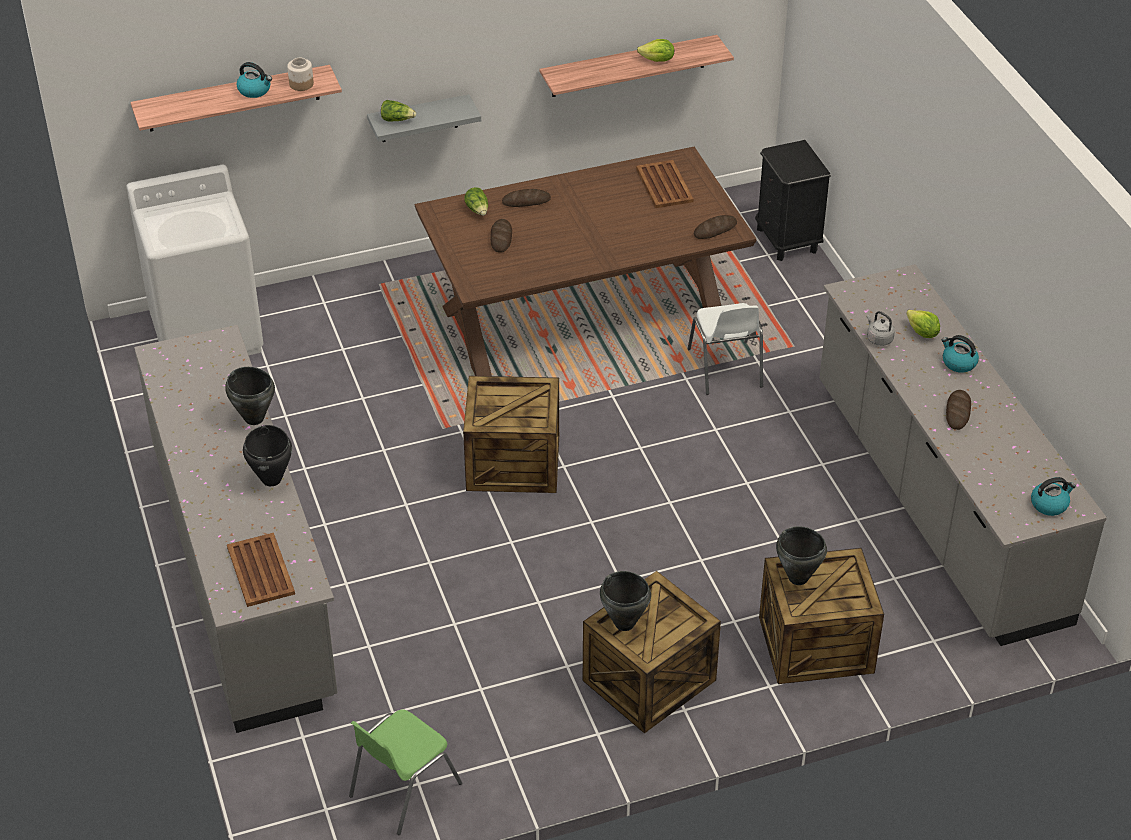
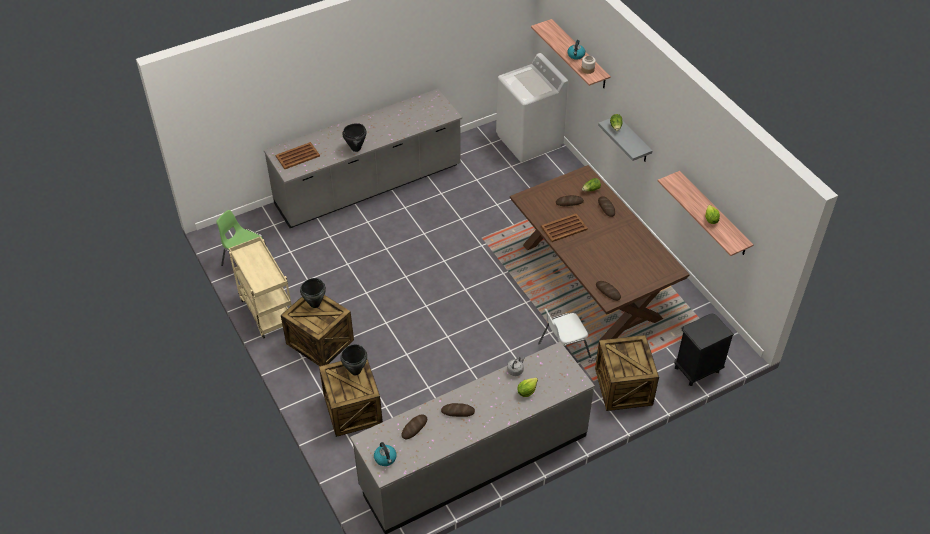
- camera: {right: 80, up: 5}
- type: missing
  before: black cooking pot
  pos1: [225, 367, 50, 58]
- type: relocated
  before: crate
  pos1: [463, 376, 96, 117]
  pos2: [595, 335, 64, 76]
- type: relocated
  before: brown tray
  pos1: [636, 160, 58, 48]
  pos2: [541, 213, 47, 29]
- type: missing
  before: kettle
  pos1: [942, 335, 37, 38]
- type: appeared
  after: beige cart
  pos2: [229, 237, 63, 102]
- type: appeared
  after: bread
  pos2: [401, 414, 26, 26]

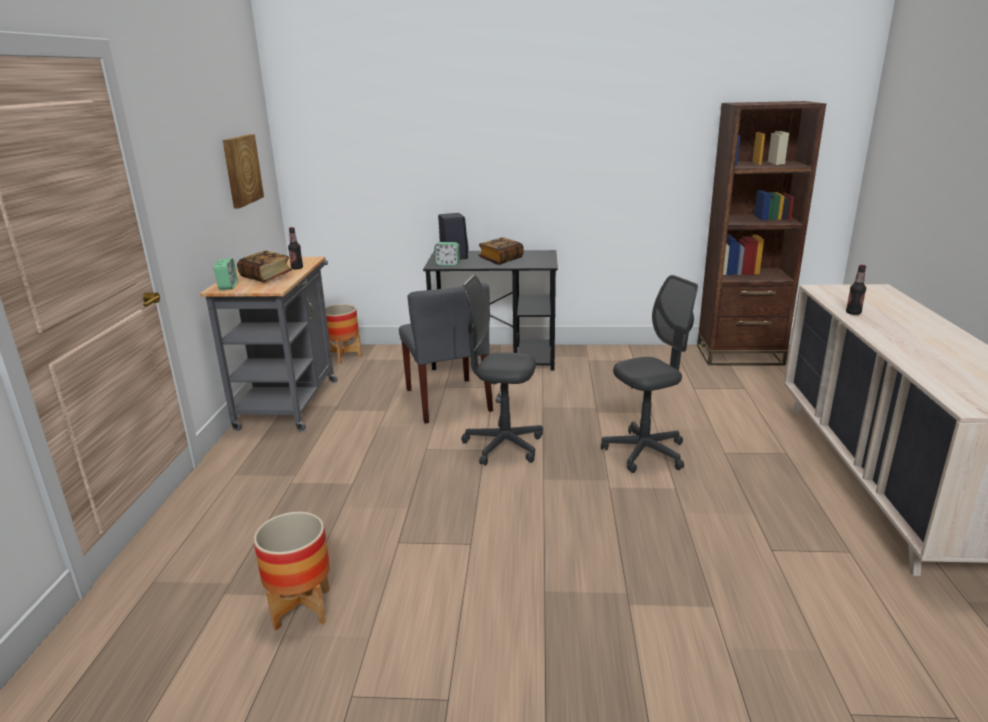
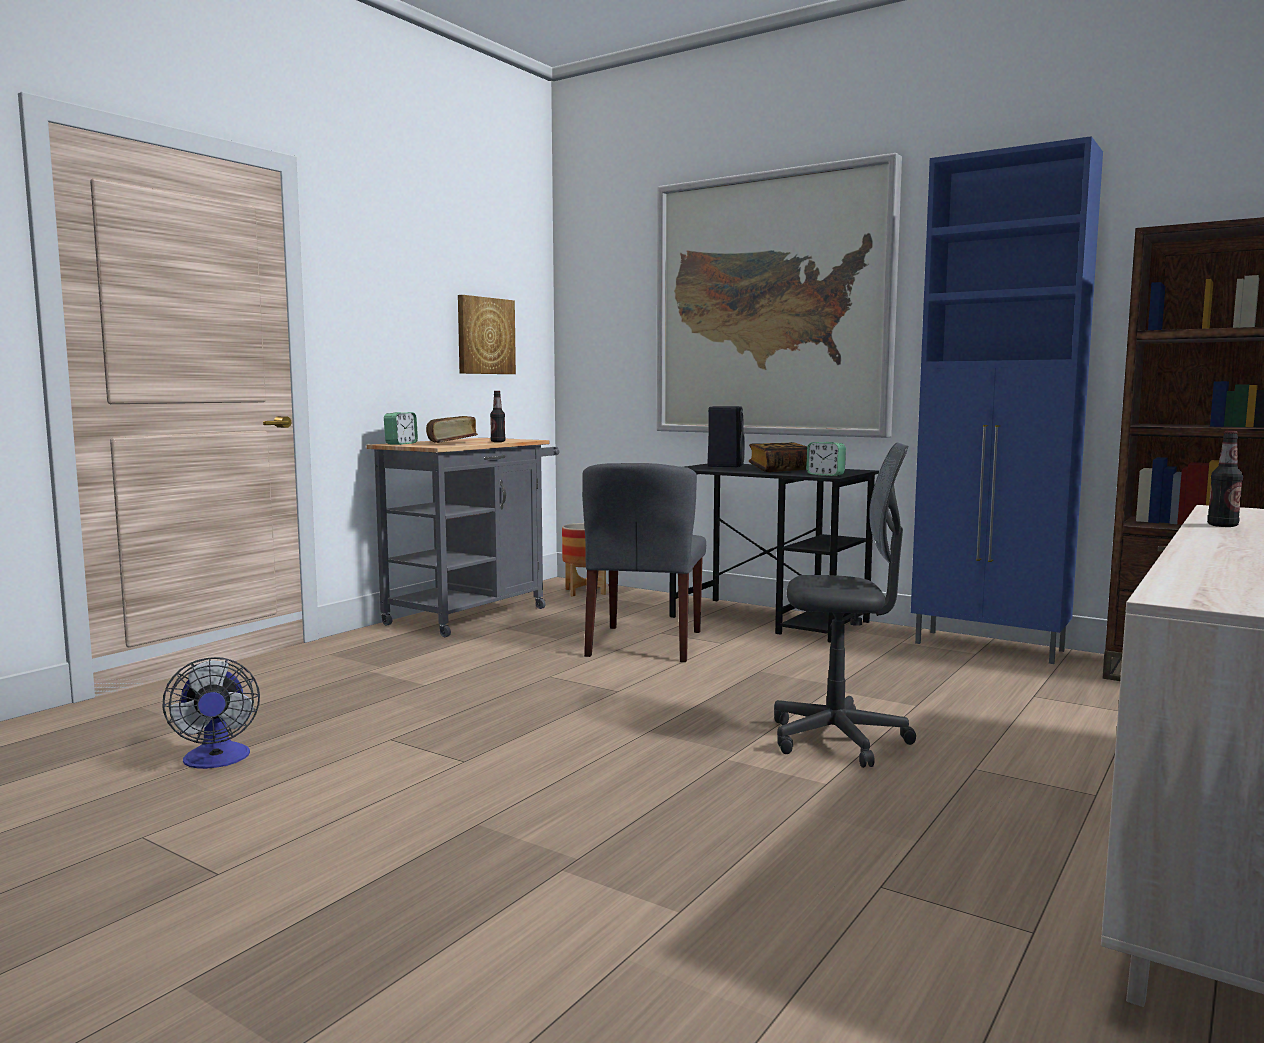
- camera: {right: 30, up: -15}
- type: exchanged
  before: planter
  after: fan
  pos1: [254, 512, 76, 118]
  pos2: [162, 657, 98, 112]
- type: relocated
  before: alarm clock
  pos1: [434, 242, 26, 24]
  pos2: [806, 442, 40, 34]
- type: missing
  before: grey office chair
  pos1: [461, 275, 82, 191]
- type: appeared
  after: picture
  pos2: [657, 153, 245, 285]
- type: appeared
  after: blue cabinet
  pos2: [911, 136, 192, 528]

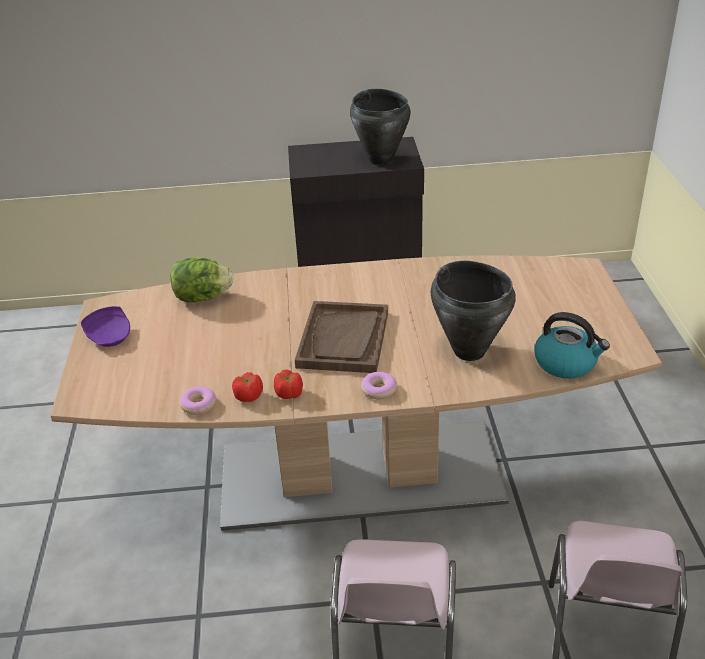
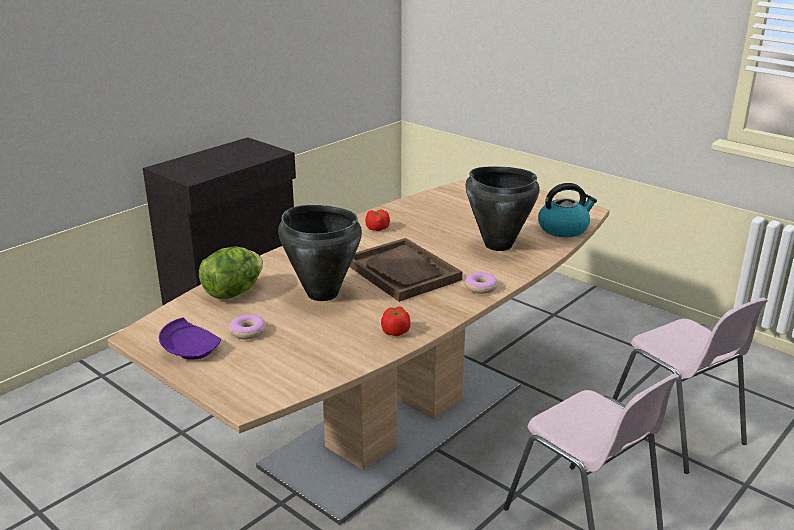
- camera: {right: -45, up: -10}
- type: relocated
  before: donut
  pos1: [180, 386, 37, 29]
  pos2: [229, 315, 37, 24]
- type: relocated
  before: tomato
  pos1: [274, 370, 29, 29]
  pos2: [366, 209, 24, 22]
- type: relocated
  before: black cooking pot
  pos1: [350, 89, 61, 77]
  pos2: [278, 205, 84, 96]

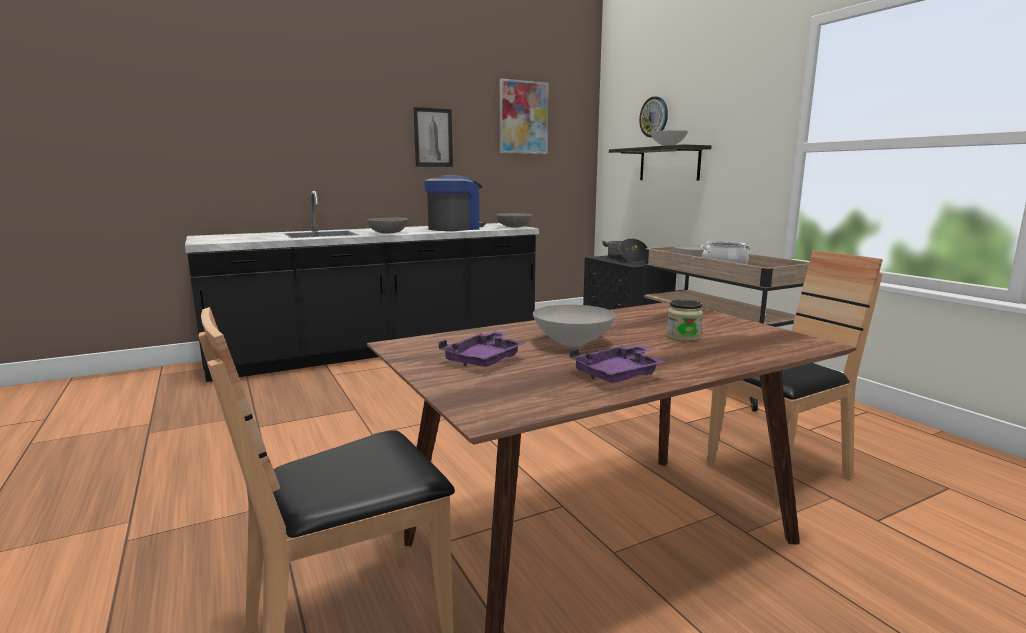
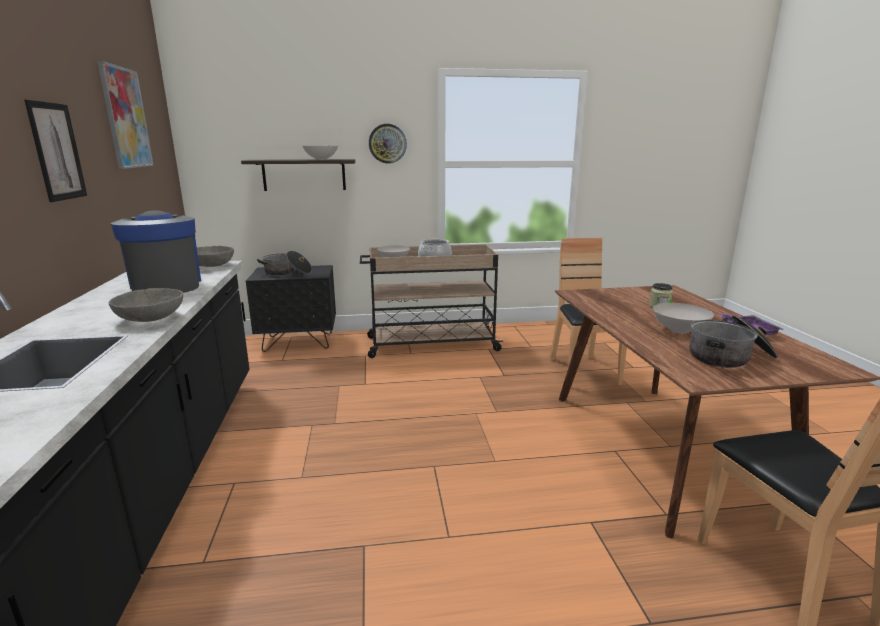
- camera: {right: -70, up: 5}
- type: exchanged
  before: purple tray
  after: cooking pot
  pos1: [438, 331, 88, 36]
  pos2: [689, 315, 89, 53]
- type: relocated
  before: wall clock
  pos1: [639, 96, 29, 41]
  pos2: [369, 124, 38, 39]

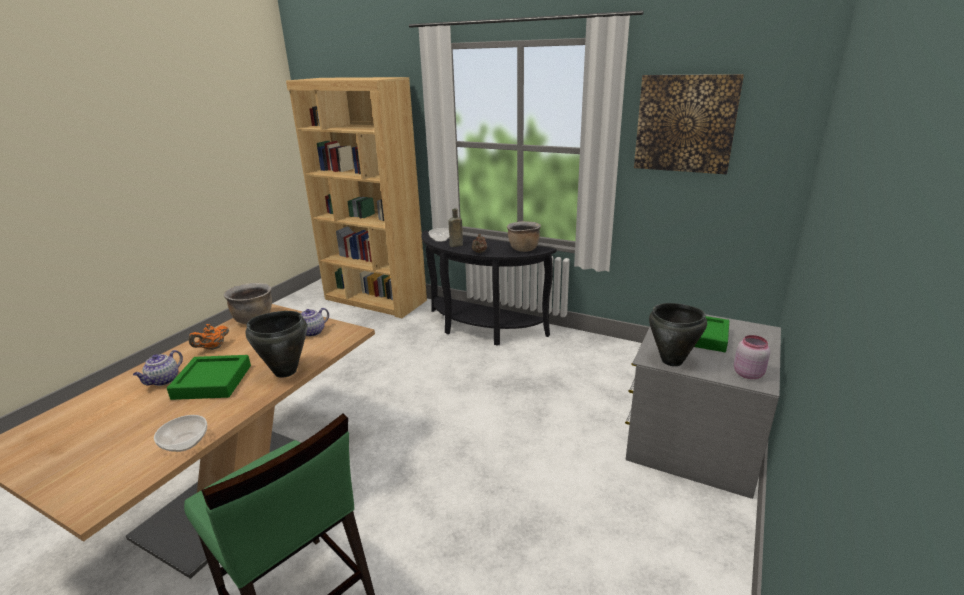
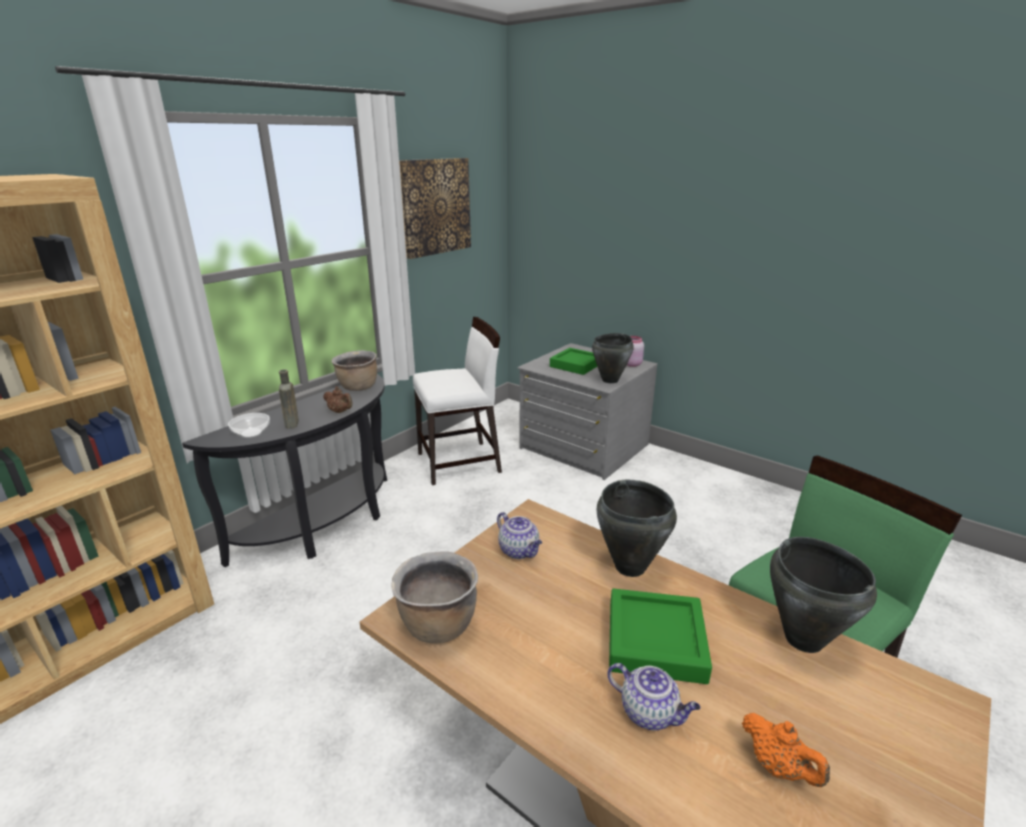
- camera: {right: -80, up: 0}
- type: exchanged
  before: bowl
  after: black cooking pot
  pos1: [154, 415, 53, 37]
  pos2: [770, 537, 107, 116]
- type: relocated
  before: orange teapot
  pos1: [189, 324, 40, 26]
  pos2: [742, 713, 88, 74]
- type: appeared
  after: white chair
  pos2: [413, 317, 89, 168]

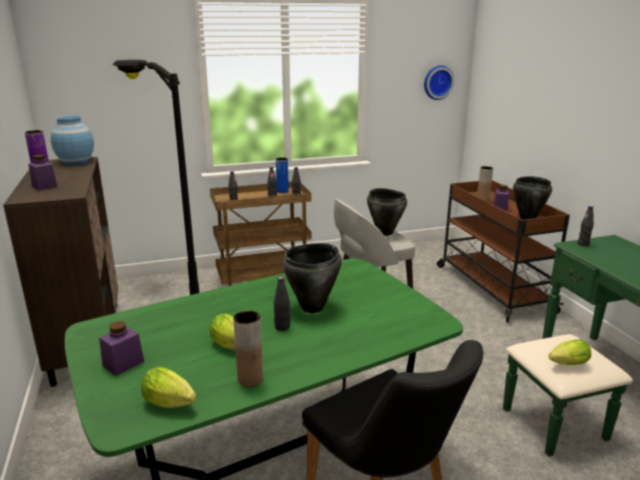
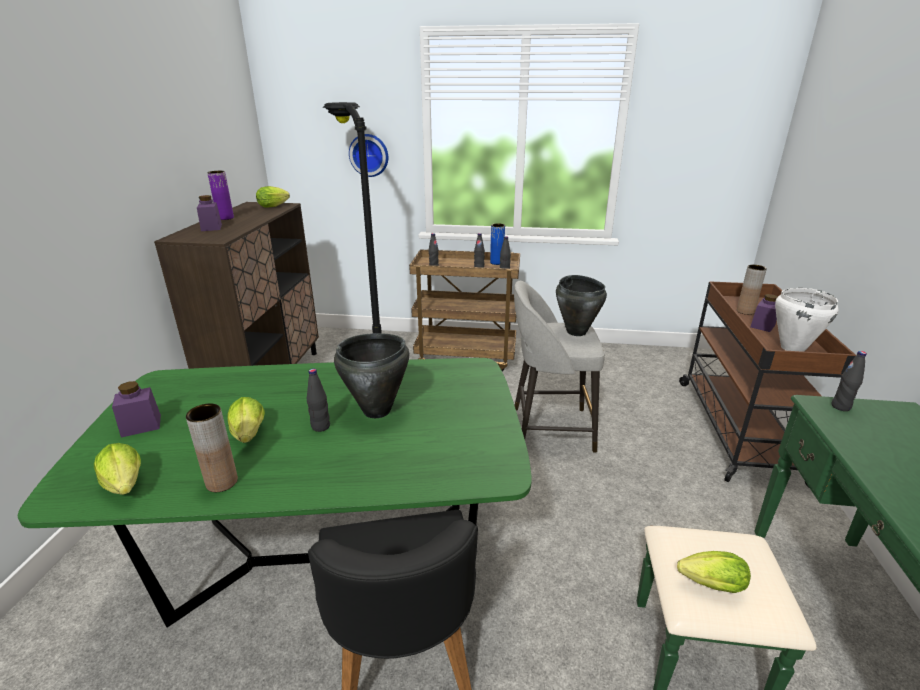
- camera: {right: 25, up: 5}
- type: exchanged
  before: blue vase
  after: lettuce
  pos1: [51, 115, 43, 50]
  pos2: [256, 186, 34, 22]
- type: relocated
  before: wall clock
  pos1: [424, 65, 30, 35]
  pos2: [349, 134, 39, 43]
- type: colour
  before: black cooking pot
  after: white cooking pot
  pos1: [513, 176, 39, 44]
  pos2: [775, 288, 64, 64]

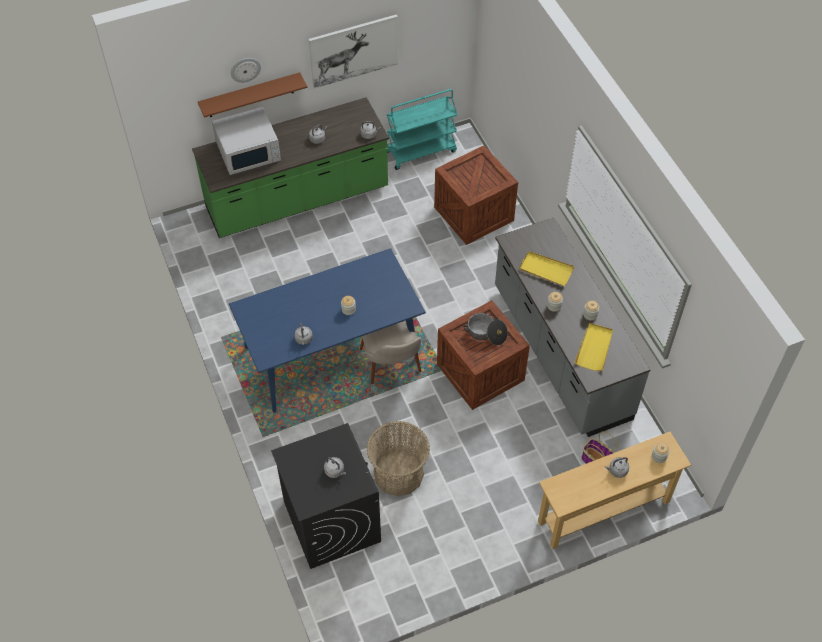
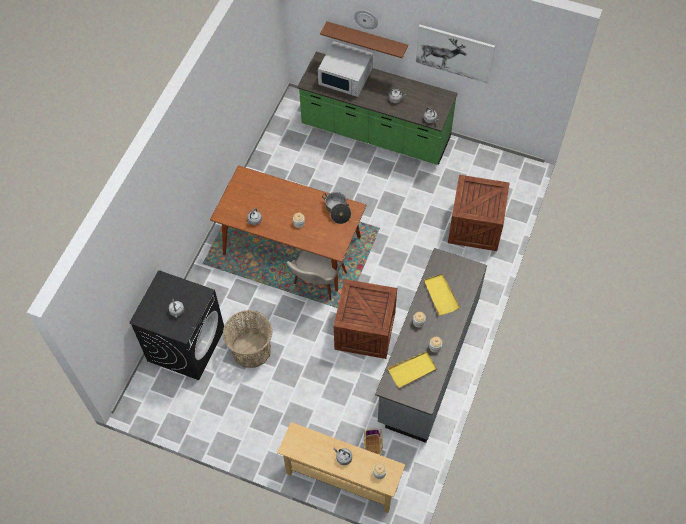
- camera: {right: 45, up: 5}
- type: colour
  before: blue dining table
  after: brown dining table
  pos1: [229, 248, 197, 165]
  pos2: [210, 165, 156, 127]
- type: missing
  before: turquoise cart
  pos1: [387, 89, 71, 81]
- type: relocated
  before: cooking pot
  pos1: [463, 313, 45, 32]
  pos2: [322, 192, 29, 32]

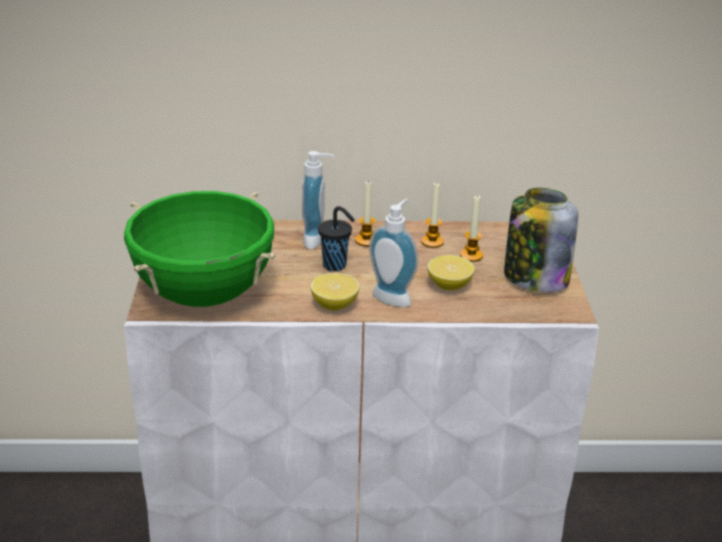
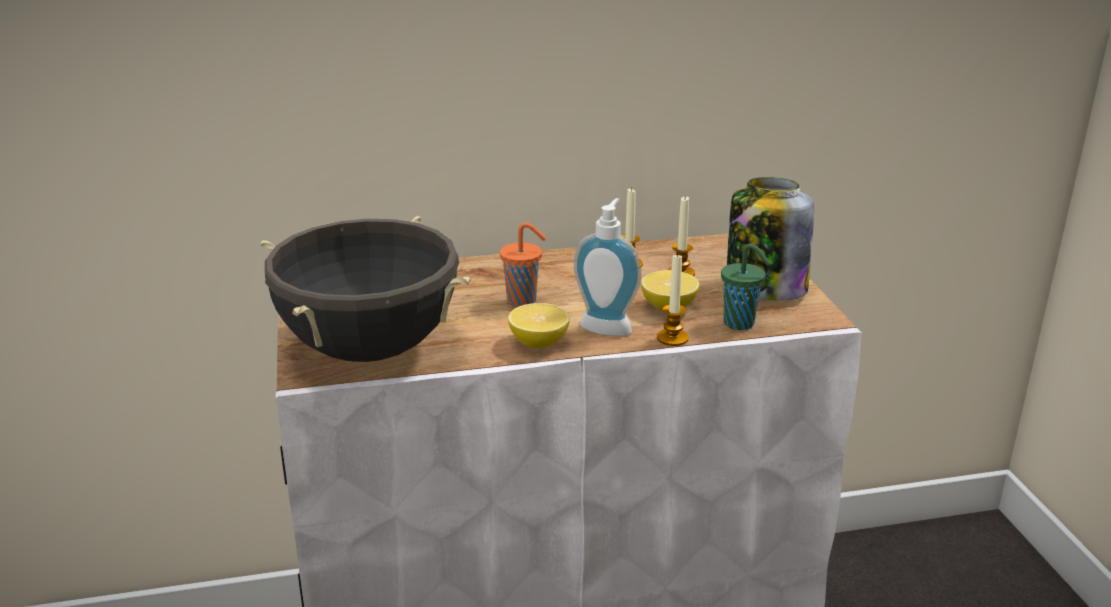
- camera: {right: -10, up: -5}
- type: colour
  before: green cooking pot
  after: black cooking pot
  pos1: [124, 191, 151, 116]
  pos2: [260, 216, 211, 146]
- type: missing
  before: soap dispenser
  pos1: [302, 151, 32, 98]
- type: colour
  before: black cup
  after: orange cup
  pos1: [318, 206, 37, 65]
  pos2: [500, 222, 46, 85]
- type: relocated
  before: candle
  pos1: [355, 182, 21, 65]
  pos2: [657, 253, 32, 93]
- type: appeared
  after: green cup
  pos2: [721, 244, 49, 86]

